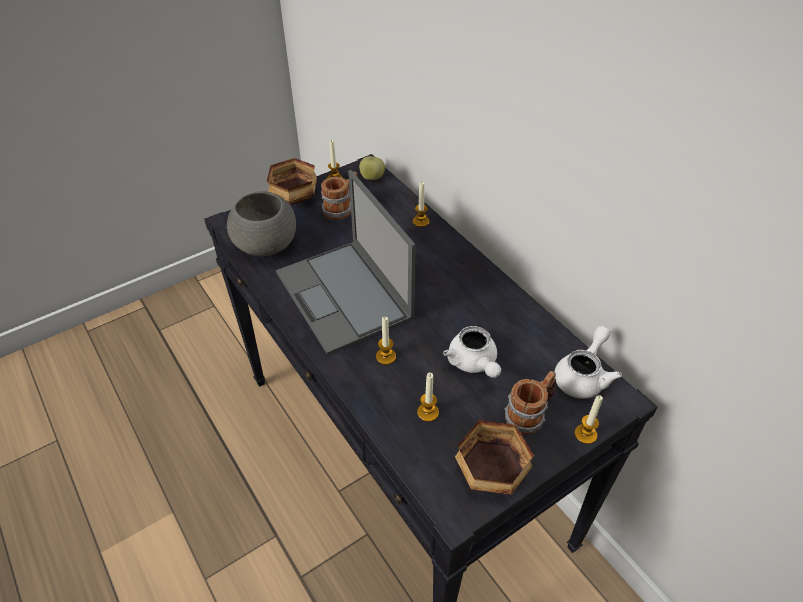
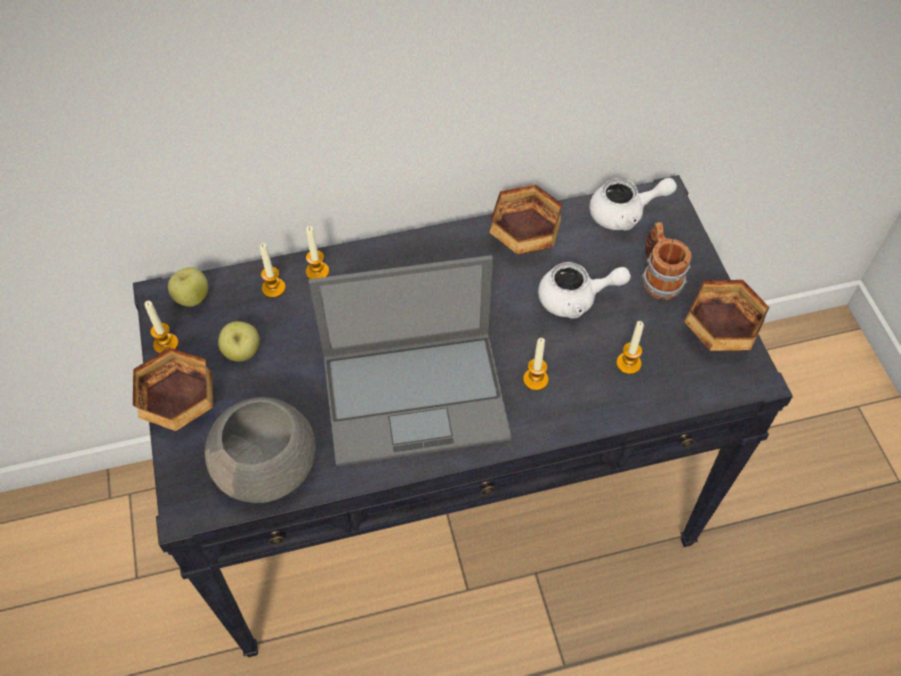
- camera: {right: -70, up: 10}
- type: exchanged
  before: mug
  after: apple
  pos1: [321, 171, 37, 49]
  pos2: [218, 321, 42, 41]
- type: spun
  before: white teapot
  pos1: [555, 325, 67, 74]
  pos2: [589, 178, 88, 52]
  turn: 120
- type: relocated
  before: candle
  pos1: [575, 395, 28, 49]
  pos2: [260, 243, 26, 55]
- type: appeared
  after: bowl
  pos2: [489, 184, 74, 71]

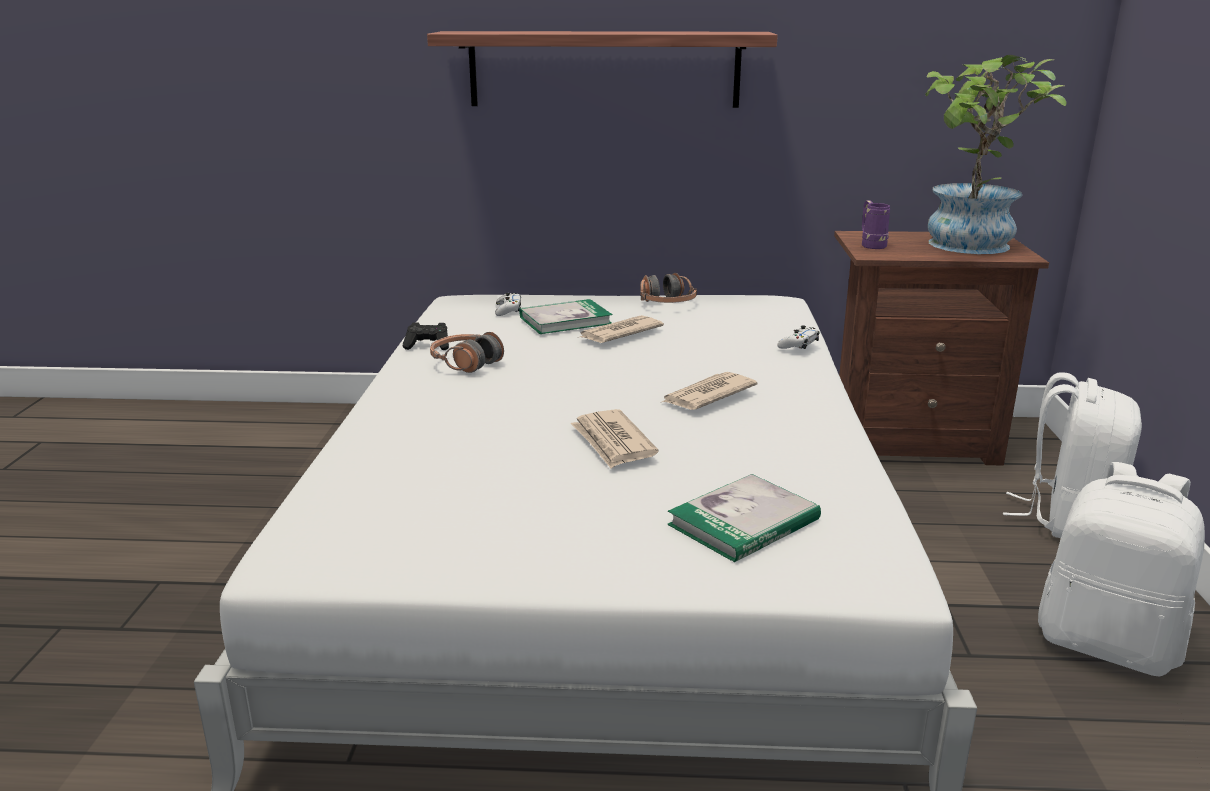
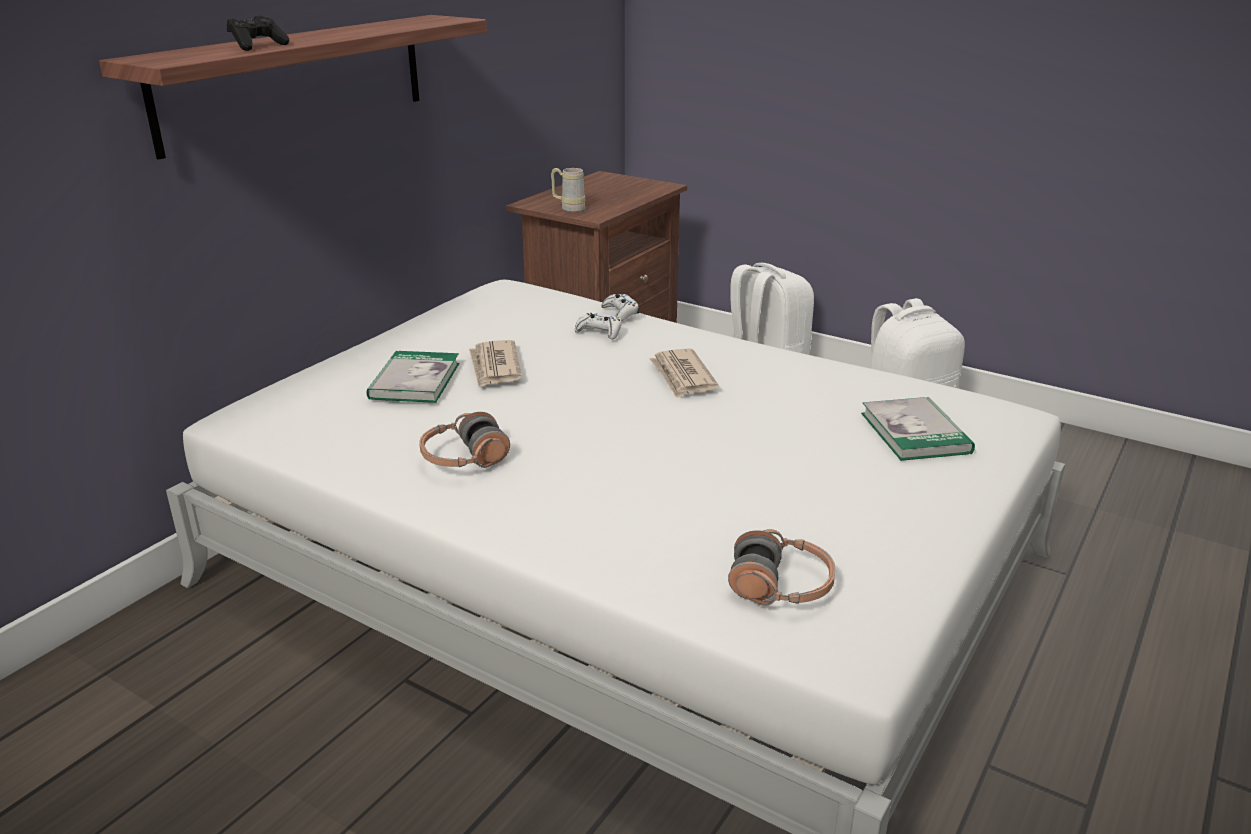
- camera: {right: -60, up: 5}
- type: relocated
  before: black game controller
  pos1: [402, 322, 47, 28]
  pos2: [227, 16, 62, 35]
- type: relocated
  before: white game controller
  pos1: [495, 293, 26, 23]
  pos2: [575, 313, 47, 27]
- type: missing
  before: newspaper
  pos1: [571, 409, 88, 59]
- type: relocated
  before: headphones
  pos1: [640, 273, 57, 30]
  pos2: [728, 529, 107, 77]
- type: colour
  before: purple mug
  after: beige mug
  pos1: [862, 200, 28, 49]
  pos2: [551, 168, 34, 44]
- type: missing
  before: potted plant
  pos1: [925, 55, 141, 199]

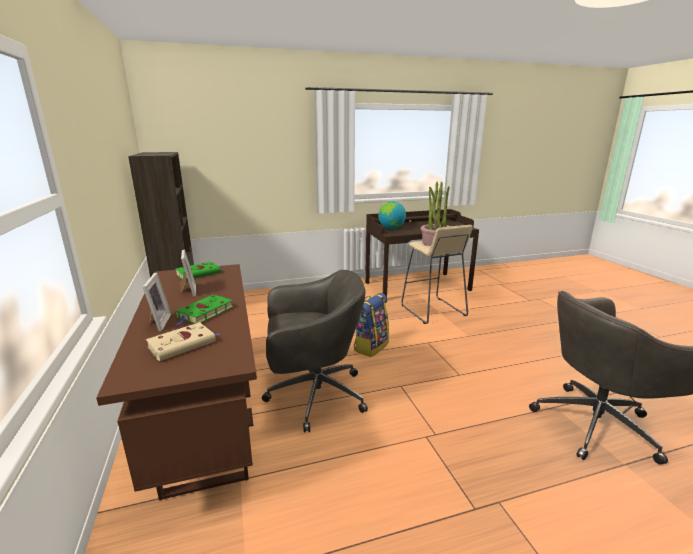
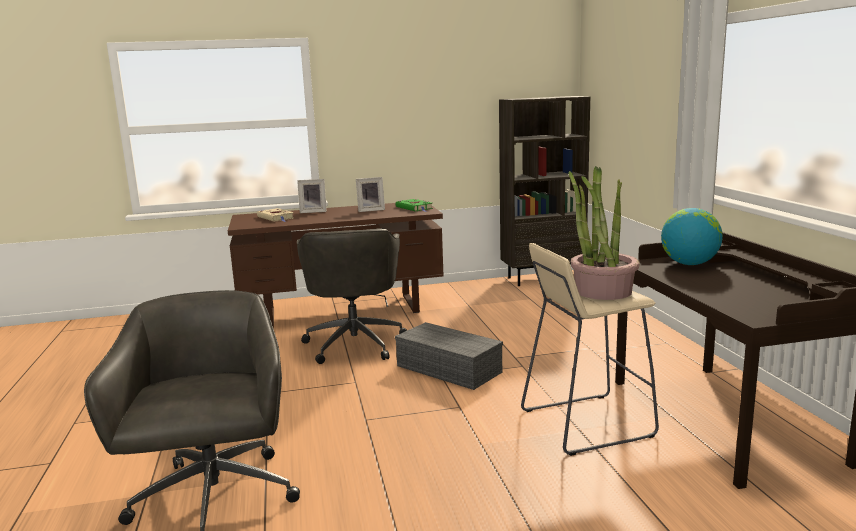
- camera: {right: 95, up: -5}
- type: missing
  before: green book
  pos1: [175, 295, 59, 30]
- type: exchanged
  before: backpack
  after: grey storage box
  pos1: [354, 293, 35, 64]
  pos2: [395, 322, 108, 68]

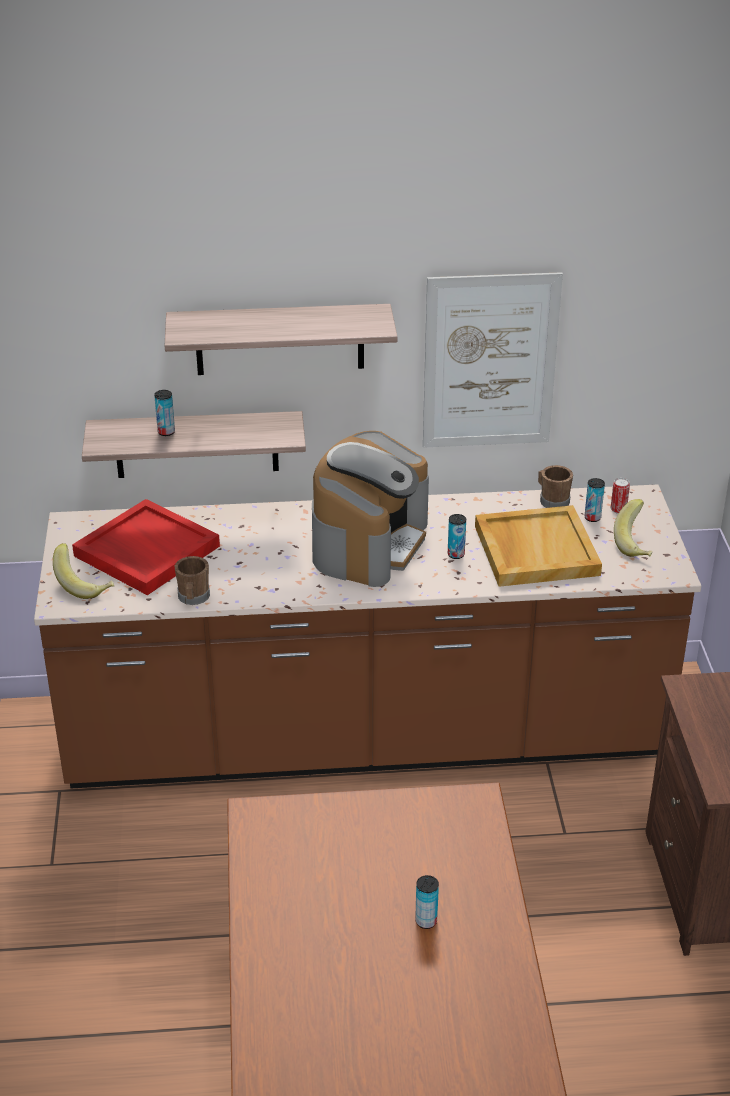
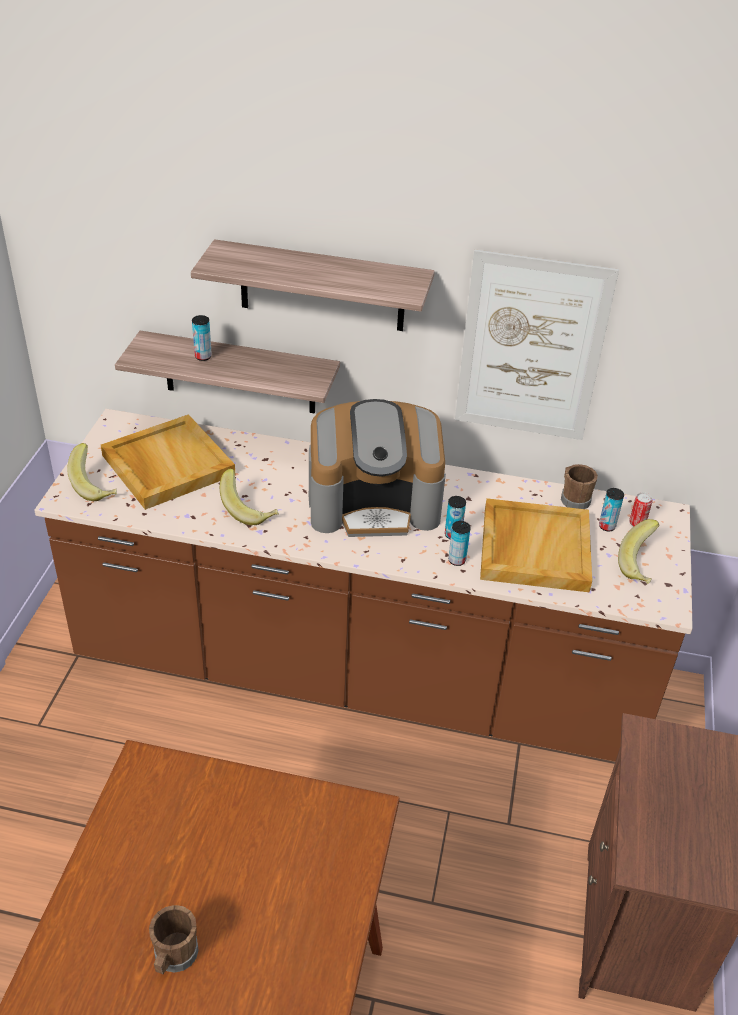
- camera: {right: 15, up: 5}
- type: colour
  before: red tray
  after: beige tray
  pos1: [72, 499, 148, 96]
  pos2: [101, 414, 134, 96]
- type: relocated
  before: brown mug
  pos1: [175, 556, 35, 49]
  pos2: [149, 905, 50, 69]
- type: spun
  before: coffee machine
  pos1: [312, 431, 117, 156]
  pos2: [309, 399, 137, 138]
  turn: 45
- type: relocated
  before: can
  pos1: [415, 875, 24, 54]
  pos2: [448, 521, 23, 45]
- type: appeared
  after: banana
  pos2: [220, 469, 59, 56]

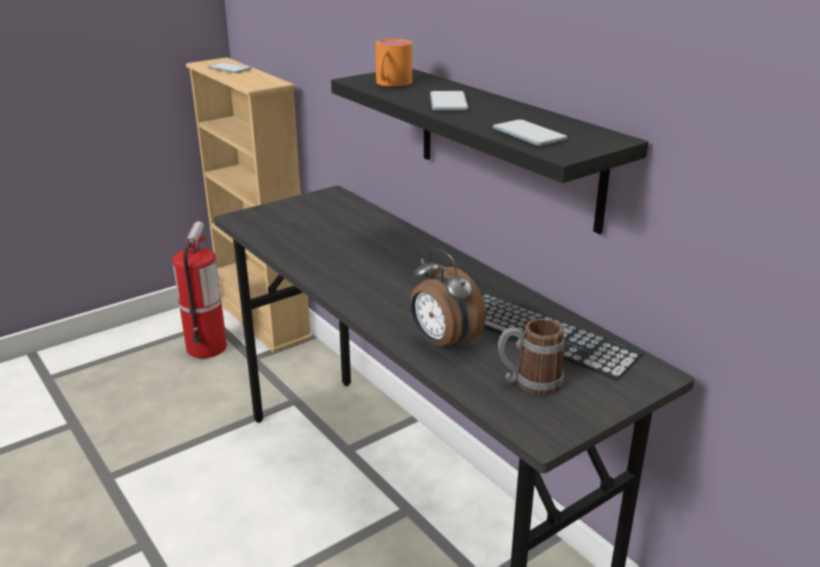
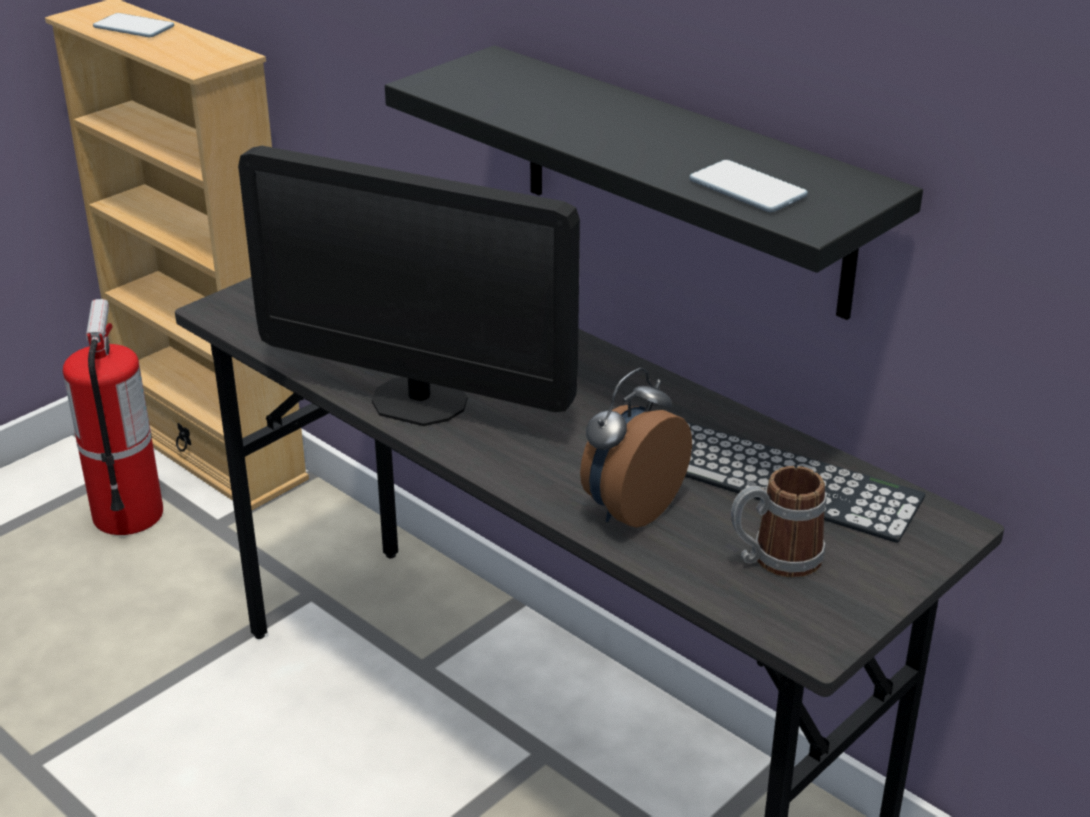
- camera: {right: -10, up: 5}
- type: missing
  before: orange mug
  pos1: [375, 39, 37, 48]
- type: spun
  before: alarm clock
  pos1: [410, 249, 76, 104]
  pos2: [580, 368, 112, 160]
  turn: 90
- type: missing
  before: phone
  pos1: [430, 91, 38, 19]
- type: appeared
  after: monitor
  pos2: [238, 146, 342, 280]

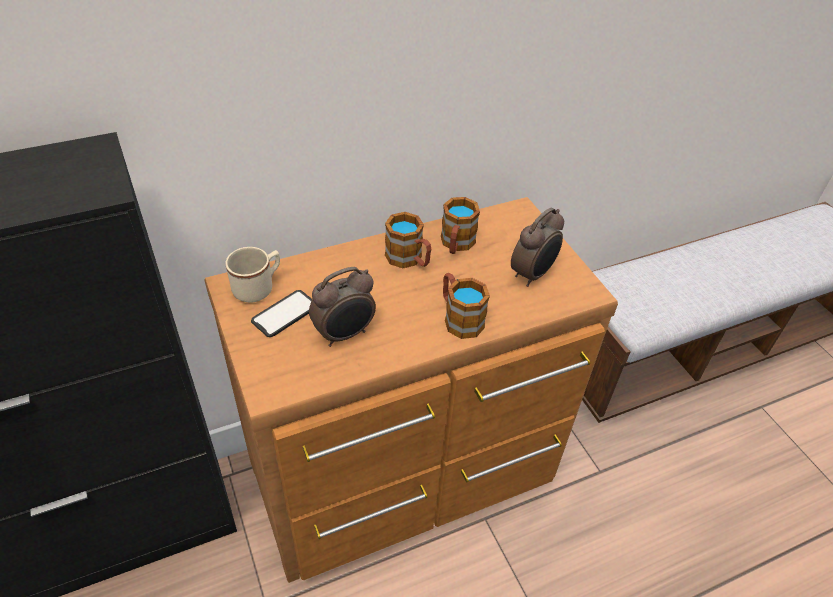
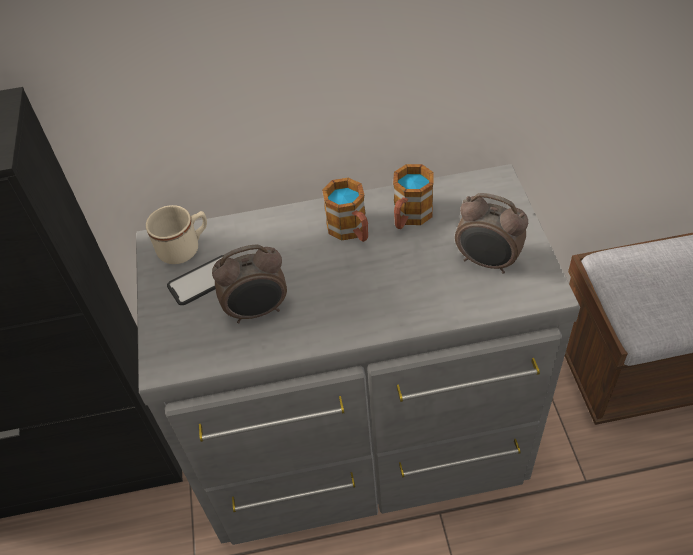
- camera: {right: 20, up: 5}
- type: colour
  before: brown dresser
  after: grey dresser
  pos1: [205, 197, 413, 386]
  pos2: [136, 164, 444, 381]
- type: missing
  before: mug
  pos1: [443, 273, 47, 66]
- type: spun
  before: alarm clock
  pos1: [511, 208, 53, 79]
  pos2: [455, 193, 73, 80]
  turn: 60

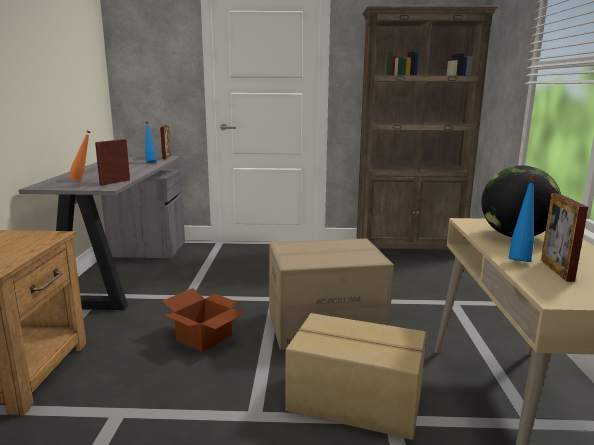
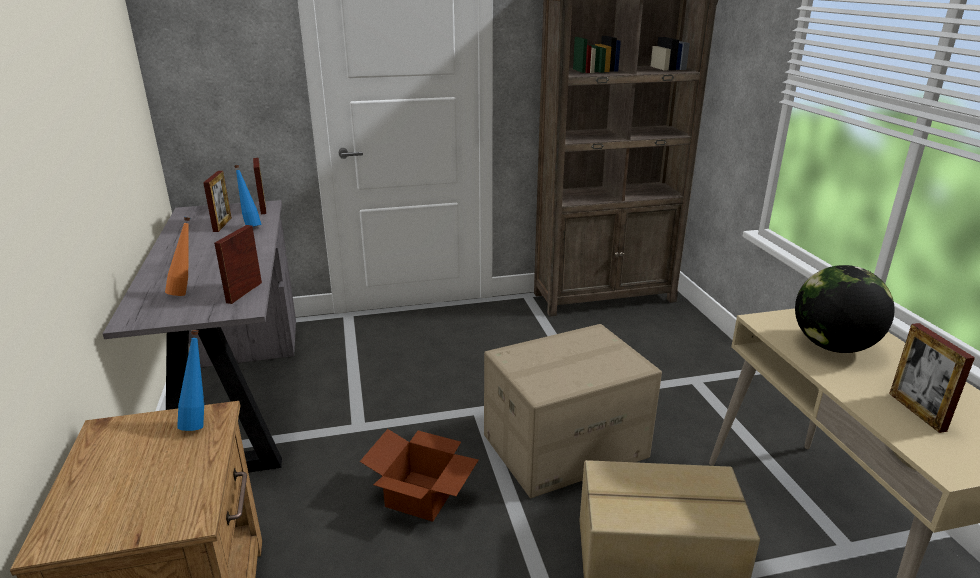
- camera: {right: -15, up: 10}
- type: relocated
  before: blue bottle
  pos1: [508, 176, 28, 86]
  pos2: [177, 330, 27, 101]
- type: appeared
  after: picture frame
  pos2: [203, 171, 29, 61]

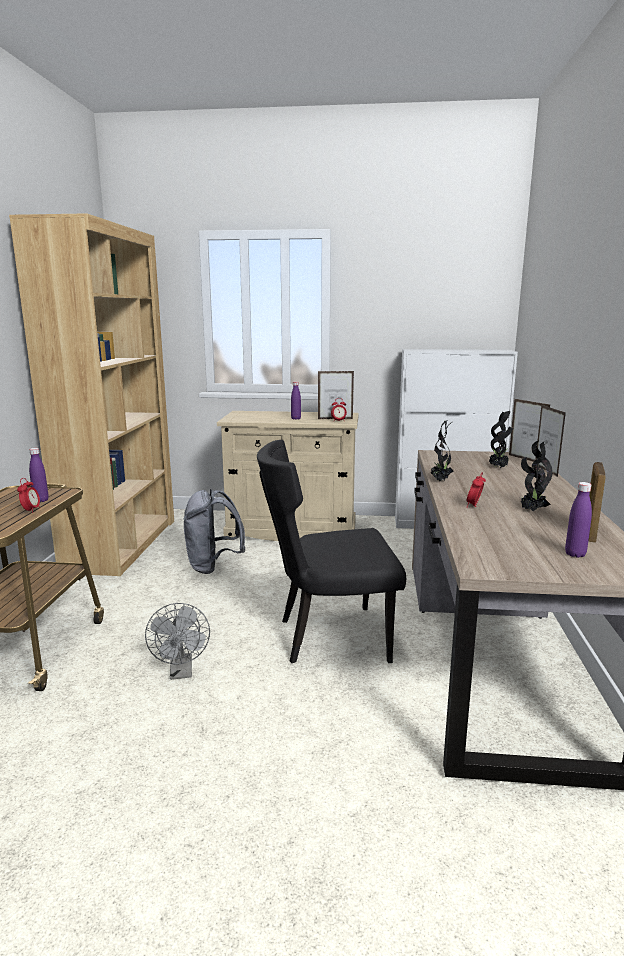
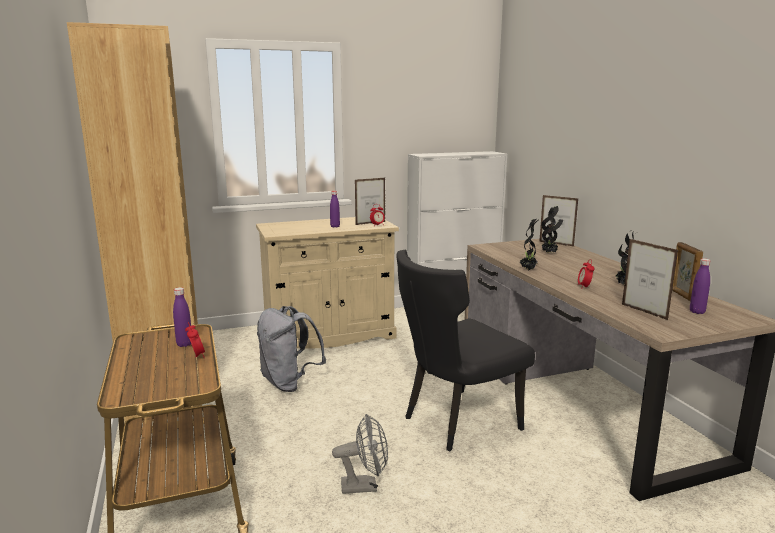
- camera: {right: -25, up: 0}
- type: spun
  before: grey fan
  pos1: [145, 603, 65, 77]
  pos2: [332, 414, 56, 80]
  turn: -60
- type: relocated
  before: picture frame
  pos1: [535, 405, 31, 72]
  pos2: [622, 239, 56, 81]

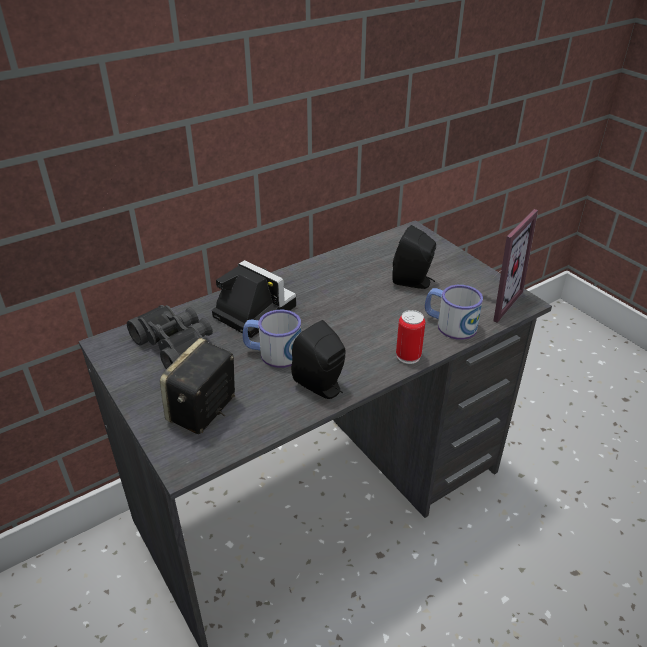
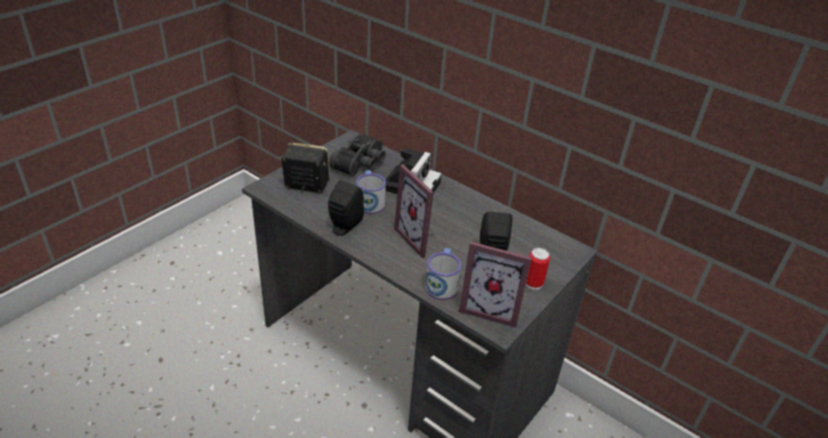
- camera: {right: 70, up: 0}
- type: relocated
  before: can
  pos1: [396, 310, 29, 54]
  pos2: [526, 248, 24, 42]
- type: appeared
  after: picture frame
  pos2: [394, 164, 40, 94]

